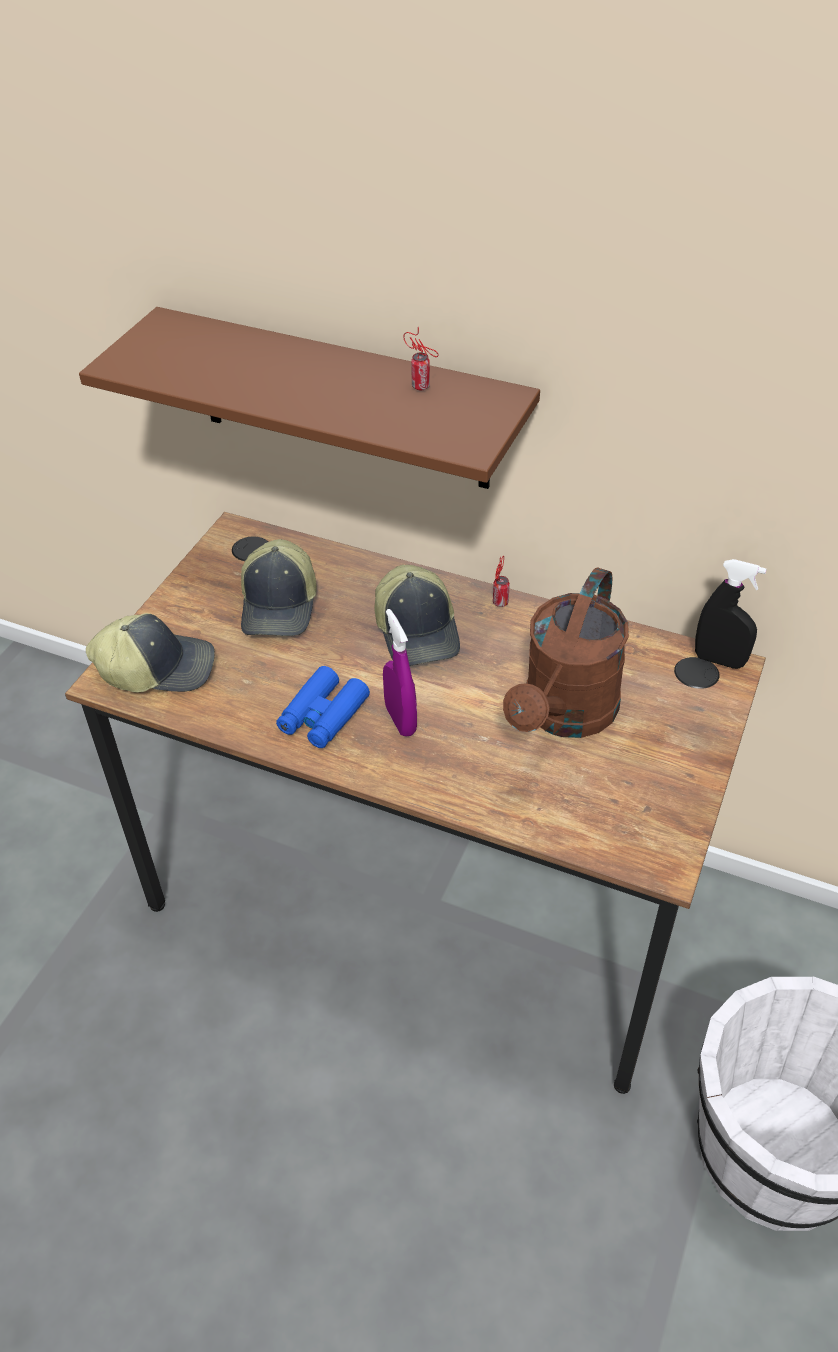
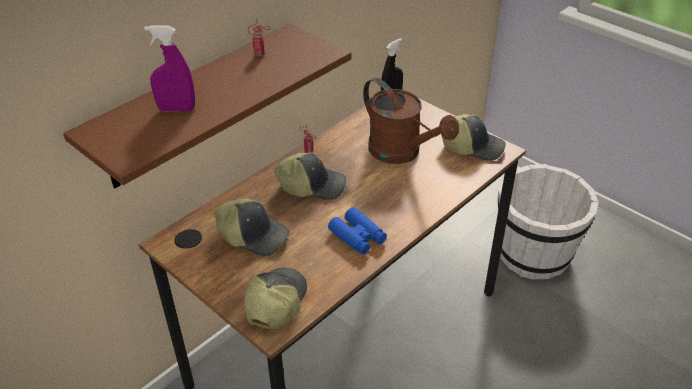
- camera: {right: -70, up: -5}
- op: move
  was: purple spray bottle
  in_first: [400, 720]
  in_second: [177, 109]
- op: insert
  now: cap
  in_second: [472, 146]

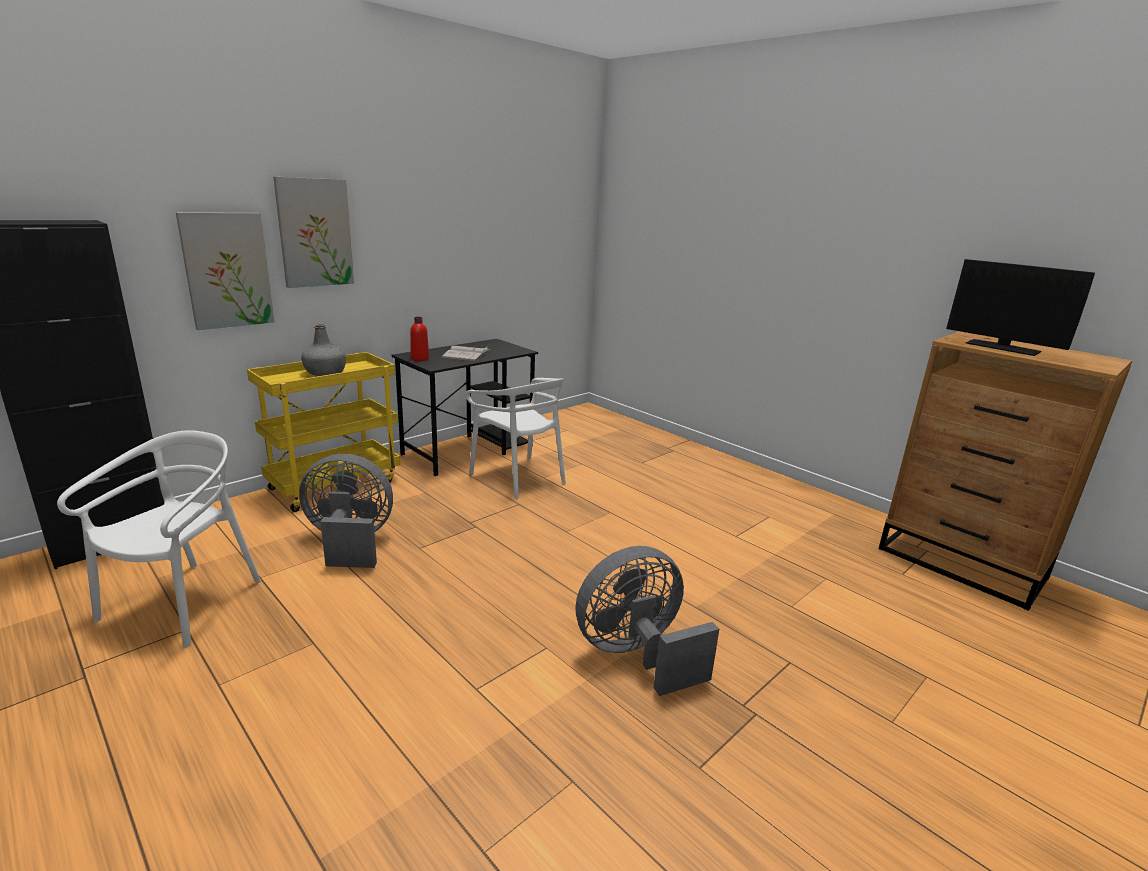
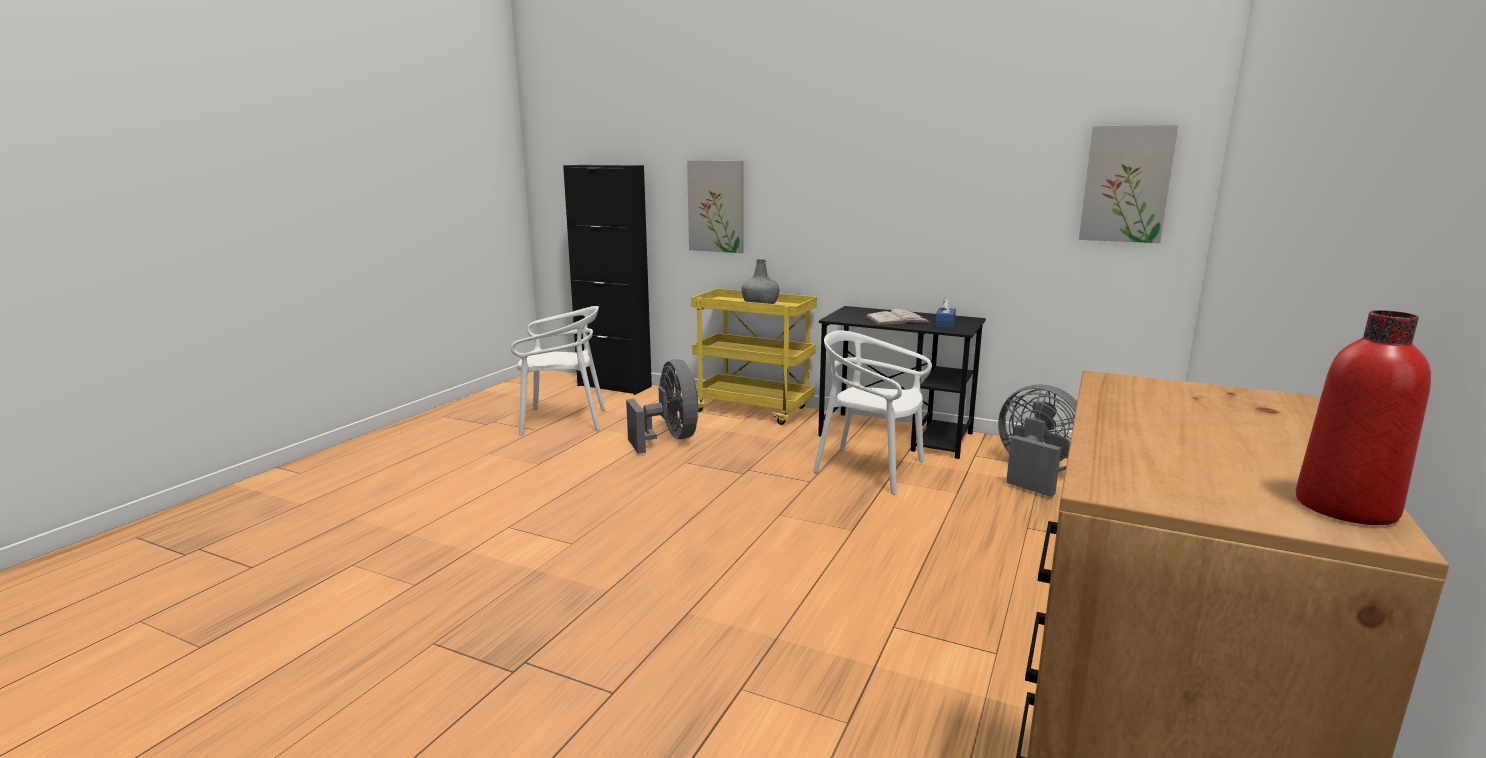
- camera: {right: 70, up: -5}
- op: move
  was: picture
  in_first: [314, 233]
  in_second: [1126, 184]
- op: delete
  was: monitor
  in_first: [1002, 347]
- op: move
  was: red bottle
  in_first: [420, 359]
  in_second: [1345, 507]
- op: rotate
  was: white chair
  in_first: [519, 477]
  in_second: [869, 469]
  clockwise: 90
- op: move
  was: grey fan
  in_first: [637, 655]
  in_second: [1035, 474]
- op: insert
  now: blue tissue box
  in_second: [945, 324]

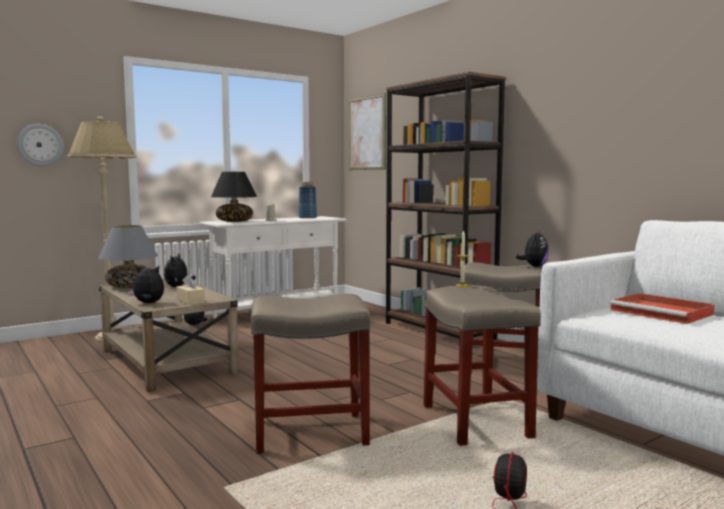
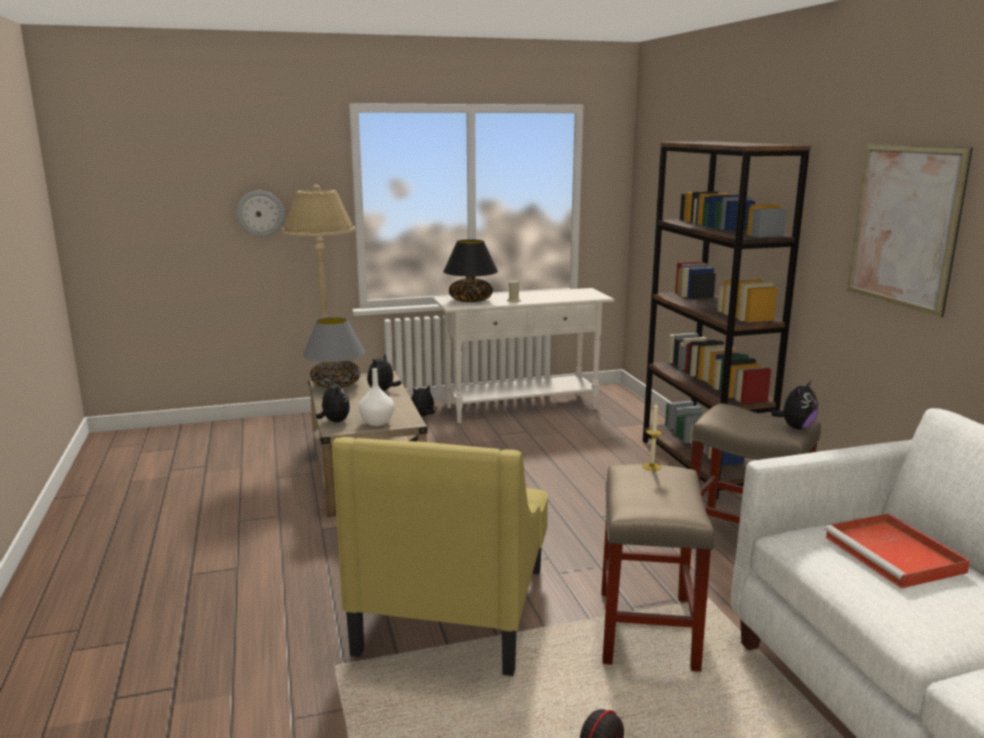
- camera: {right: 20, up: 10}
- op: move
  was: picture
  in_first: [367, 133]
  in_second: [904, 226]
- op: delete
  was: blue vase
  in_first: [307, 217]
- op: rotate
  was: plush toy
  in_first: [148, 303]
  in_second: [334, 421]
  clockwise: 45
- op: replace
  was: beige tissue box
  now: white vase
  in_first: [190, 301]
  in_second: [377, 423]
- op: replace
  was: beige stool
  now: yellow armchair
  in_first: [308, 432]
  in_second: [453, 608]

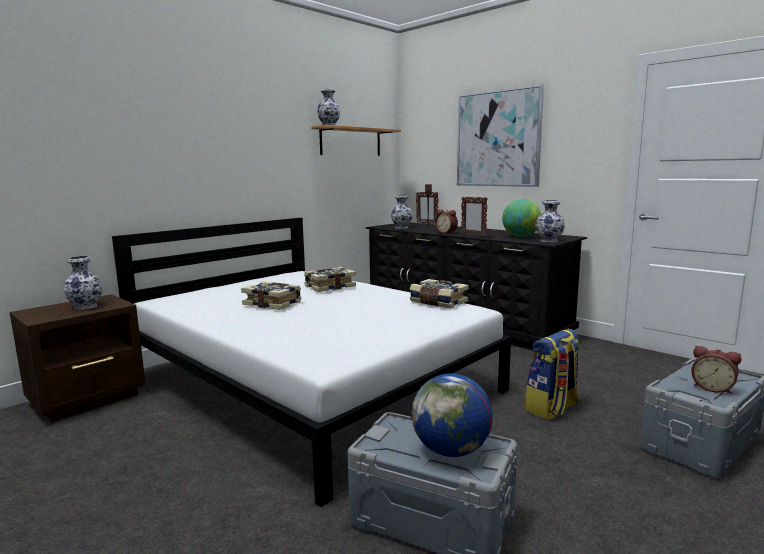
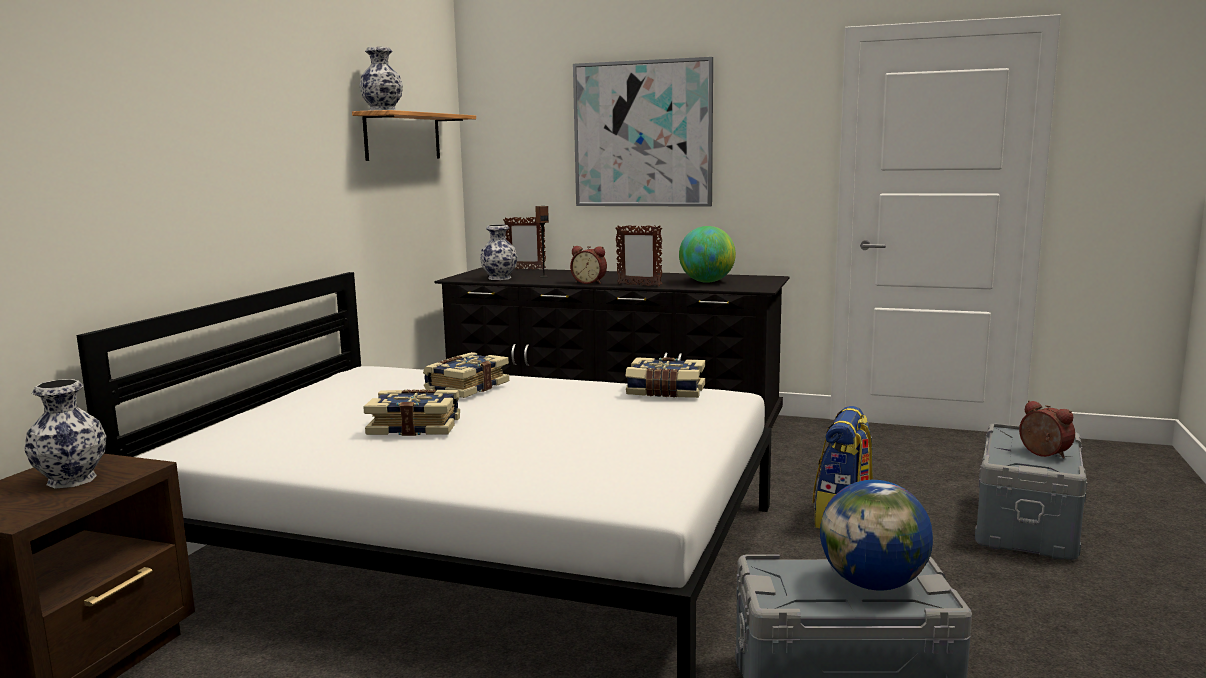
- camera: {right: -25, up: 0}
- op: delete
  was: vase
  in_first: [549, 241]
- op: rotate
  was: alarm clock
  in_first: [712, 388]
  in_second: [1042, 454]
  clockwise: -135

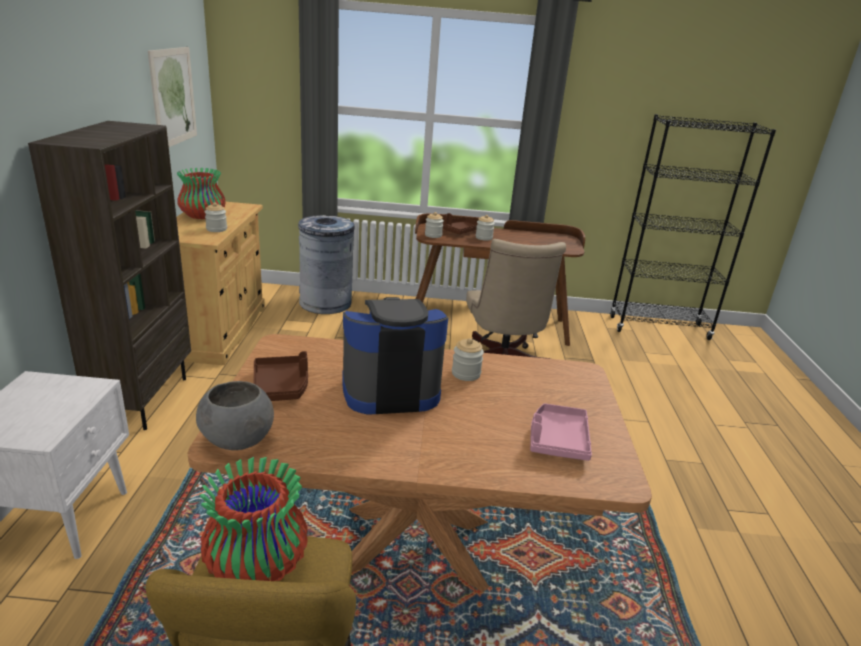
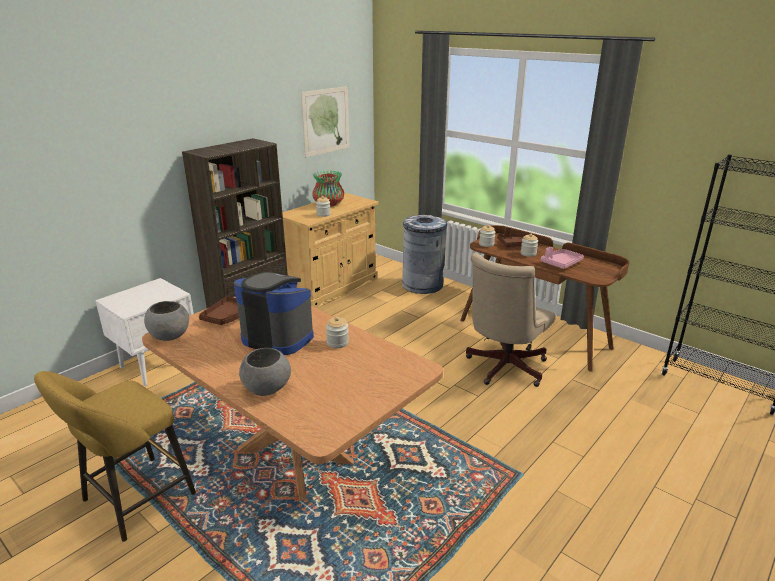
- camera: {right: 40, up: 0}
- op: move
  was: pink tray
  in_first: [557, 440]
  in_second: [561, 263]
- op: delete
  was: vase
  in_first: [258, 564]
- op: insert
  now: grey bowl
  in_second: [267, 389]

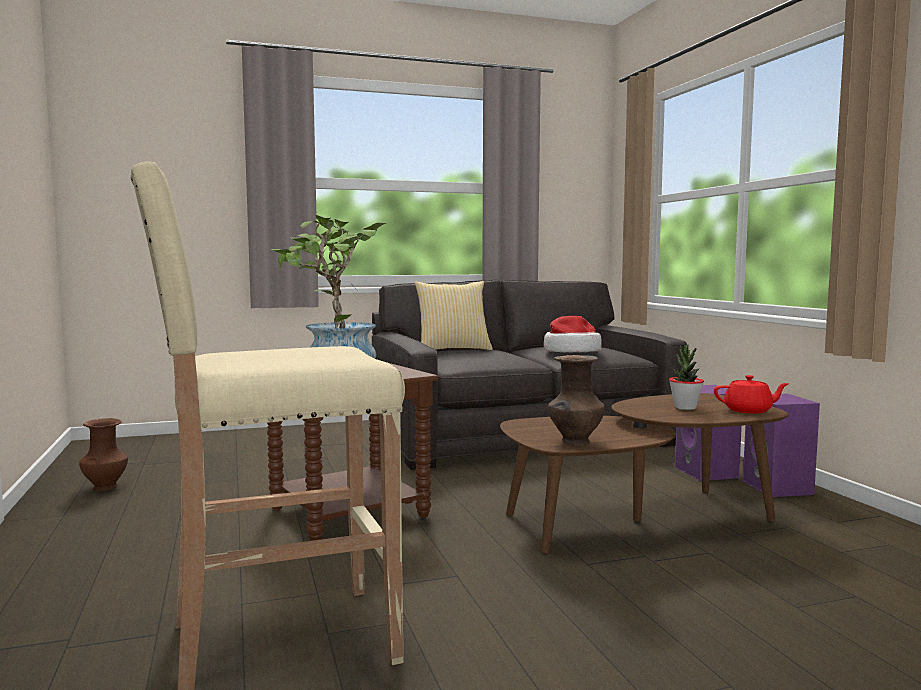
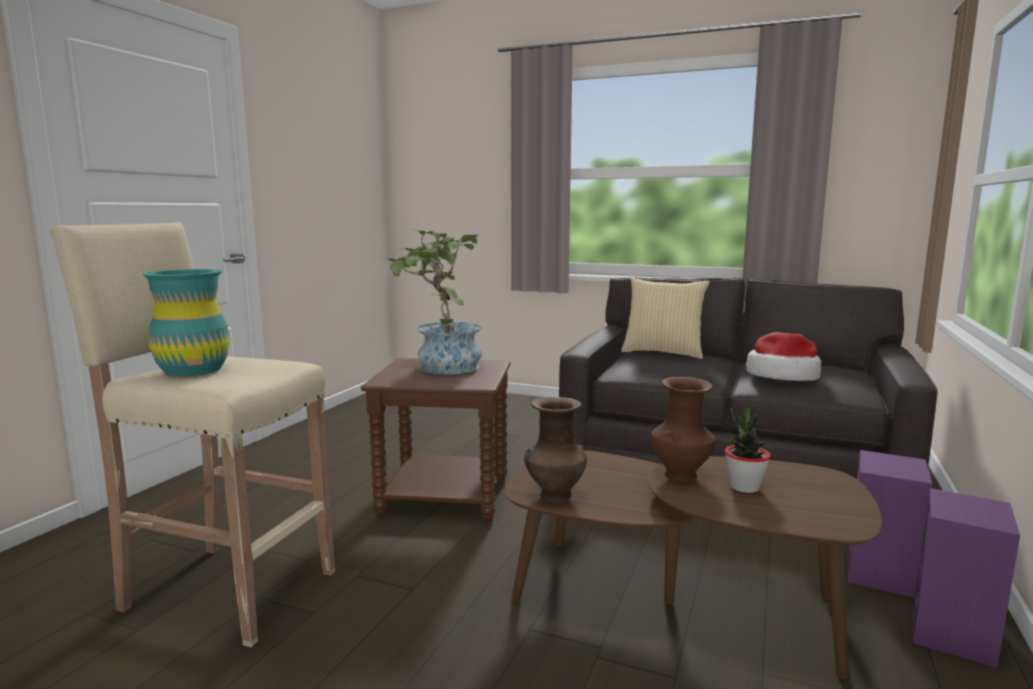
- camera: {right: 40, up: 5}
- op: delete
  was: red teapot
  in_first: [749, 411]
- op: move
  was: brown vase
  in_first: [105, 487]
  in_second: [680, 475]
- op: insert
  now: turquoise vase
  in_second: [193, 370]

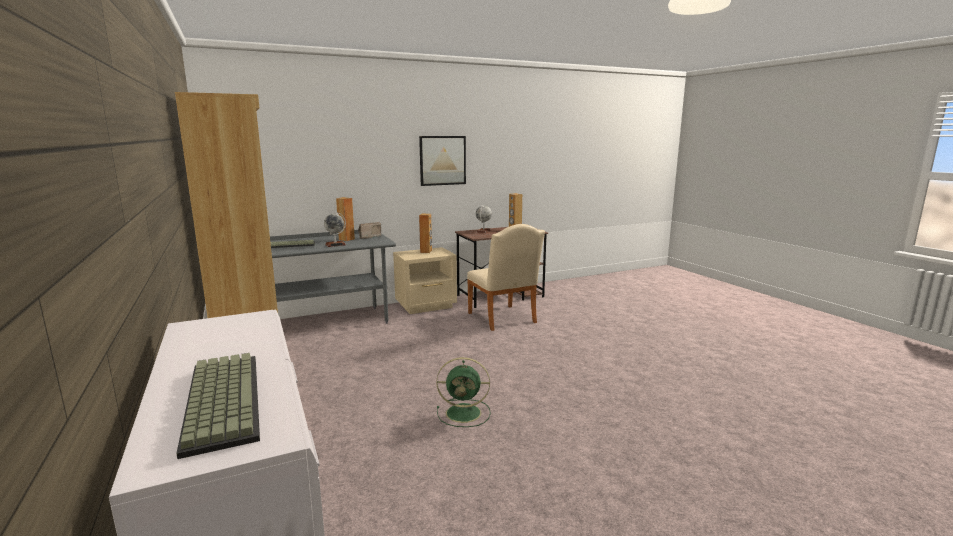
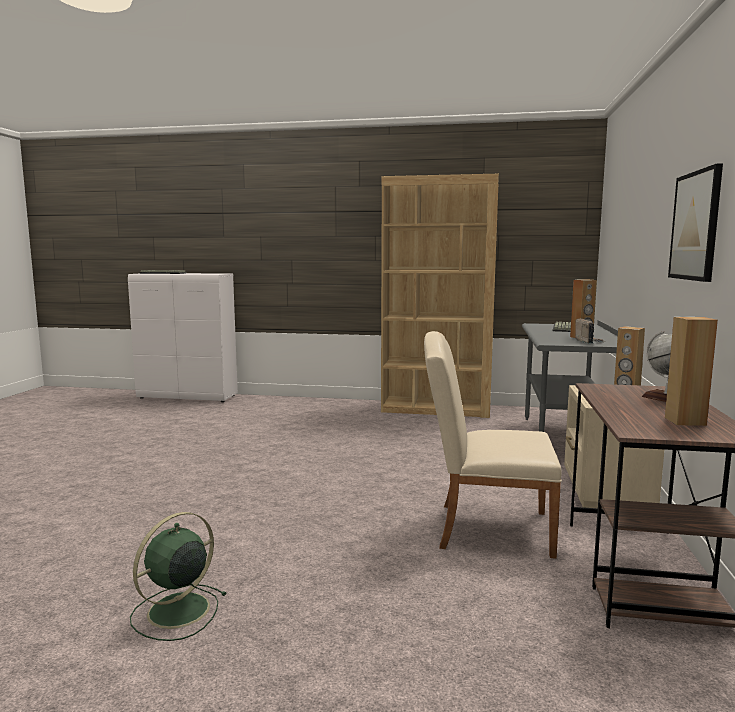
- camera: {right: 125, up: -5}
- op: delete
  was: globe
  in_first: [335, 244]
- op: move
  was: green fan
  in_first: [465, 413]
  in_second: [176, 612]

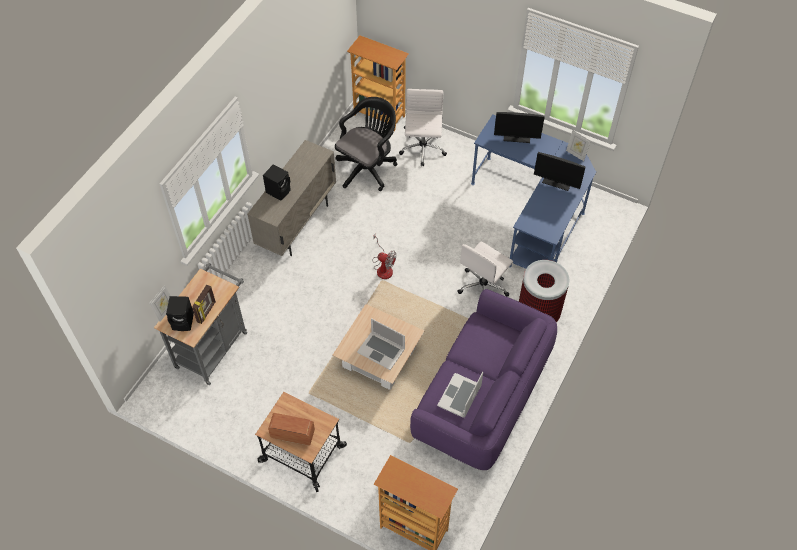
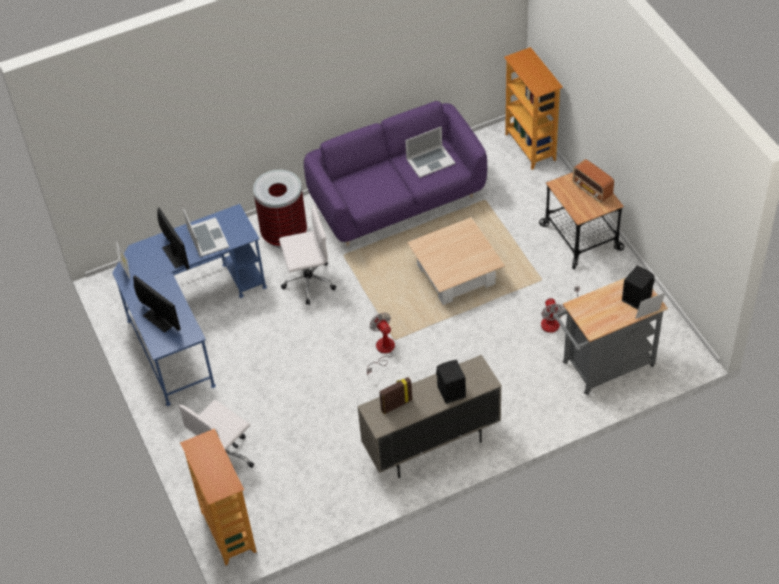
- camera: {right: -140, up: -5}
- op: delete
  was: black office chair
  in_first: [368, 167]
- op: move
  was: picture frame
  in_first: [207, 312]
  in_second: [396, 405]
- op: move
  was: laptop
  in_first: [381, 350]
  in_second: [207, 237]
- op: insert
  now: fan
  in_second: [555, 320]

